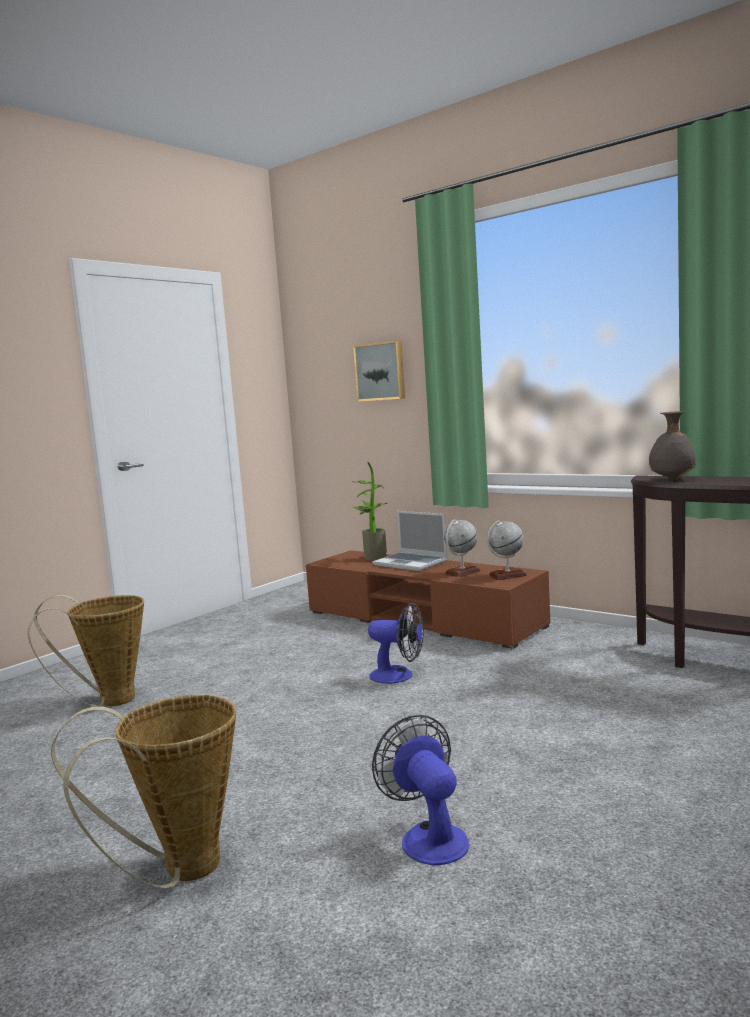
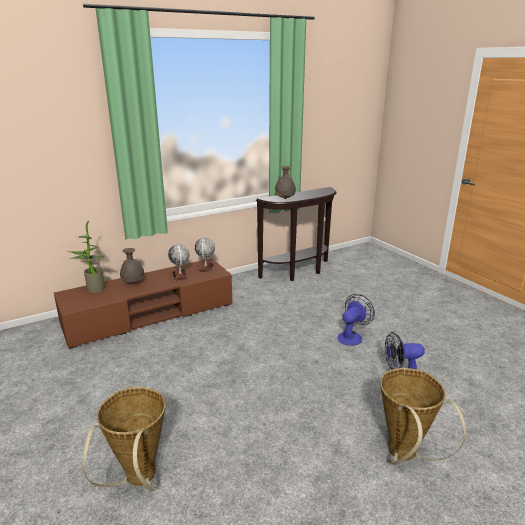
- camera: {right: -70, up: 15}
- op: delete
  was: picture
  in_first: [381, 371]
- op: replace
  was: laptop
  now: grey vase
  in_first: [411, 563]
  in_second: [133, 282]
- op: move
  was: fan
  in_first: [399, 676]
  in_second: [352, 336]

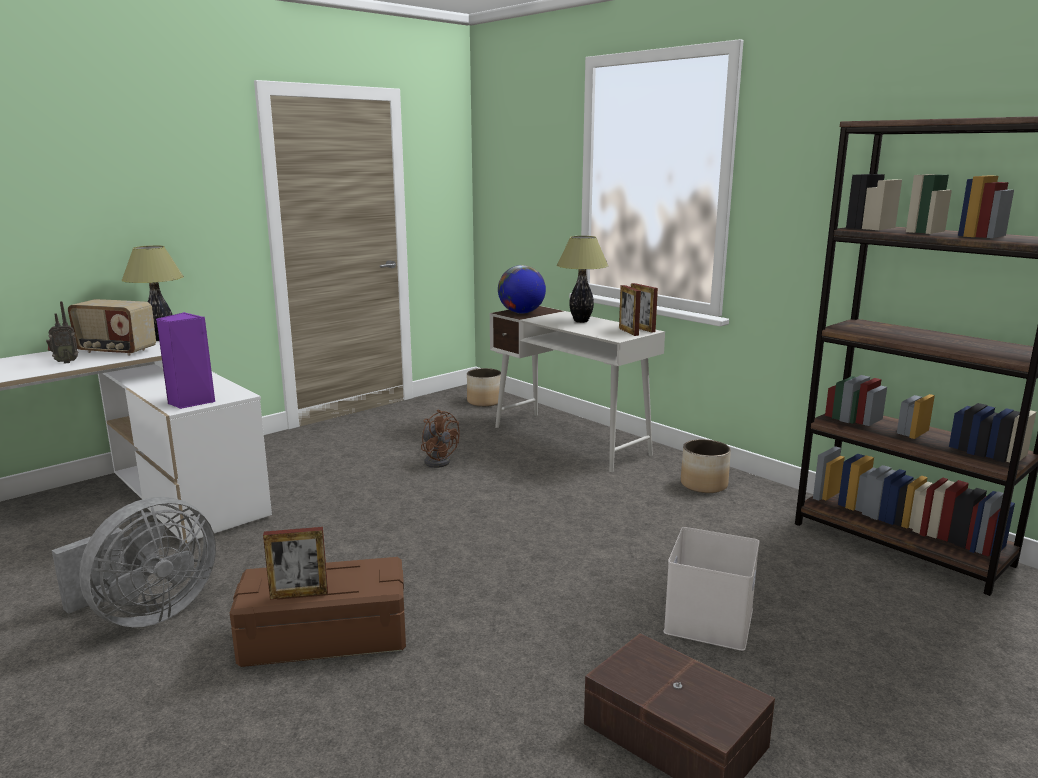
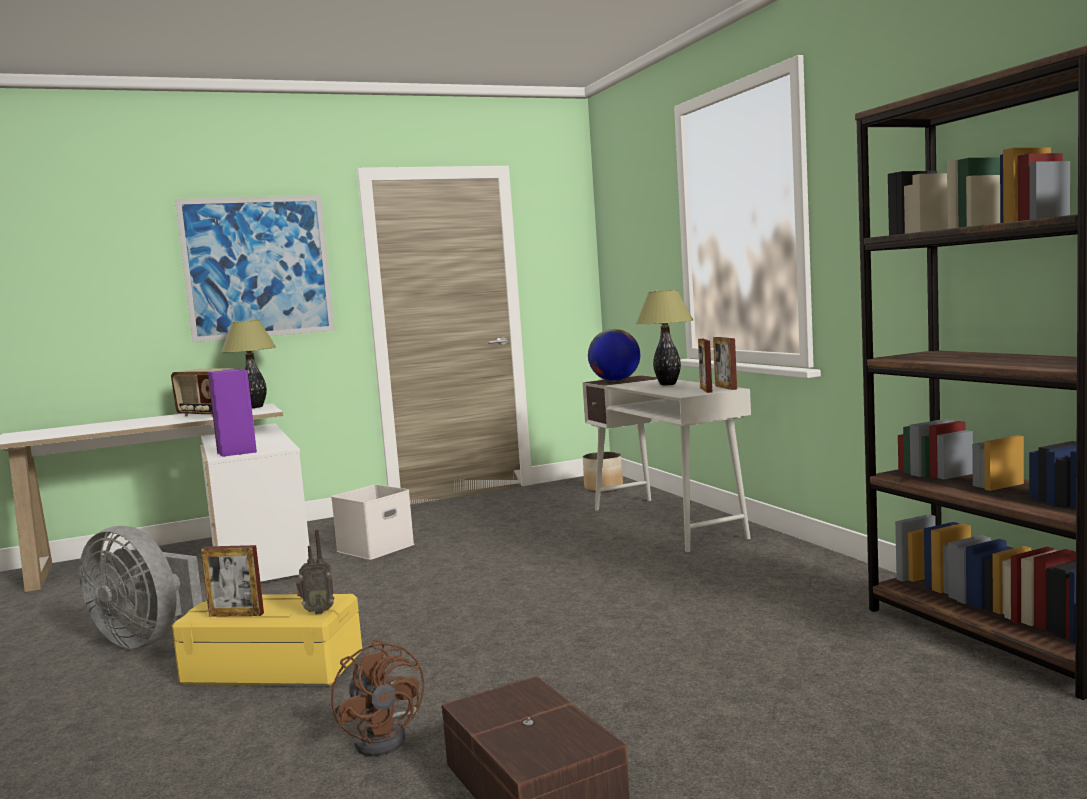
- camera: {right: 20, up: -10}
- op: move
  was: radio
  in_first: [65, 362]
  in_second: [318, 611]
- op: move
  was: brown fan
  in_first: [438, 460]
  in_second: [386, 737]
- op: delete
  was: planter
  in_first: [704, 485]
- op: rotate
  was: grey fan
  in_first: [147, 614]
  in_second: [146, 639]
  clockwise: 60
- op: move
  was: white storage box
  in_first: [710, 621]
  in_second: [375, 548]
- op: recolor
  was: brown storage box
  now: yellow storage box
  in_first: [326, 635]
  in_second: [274, 668]
- op: insert
  now: picture
  in_second: [257, 267]

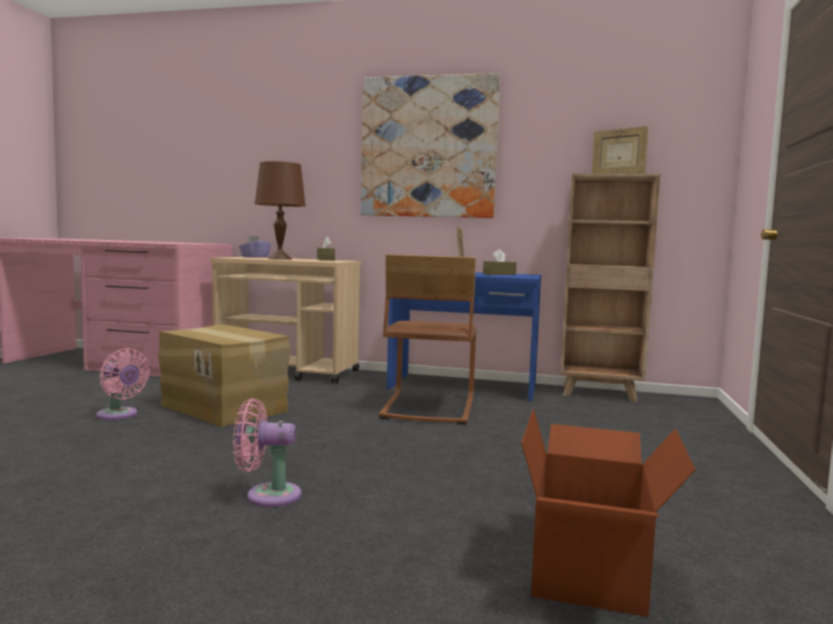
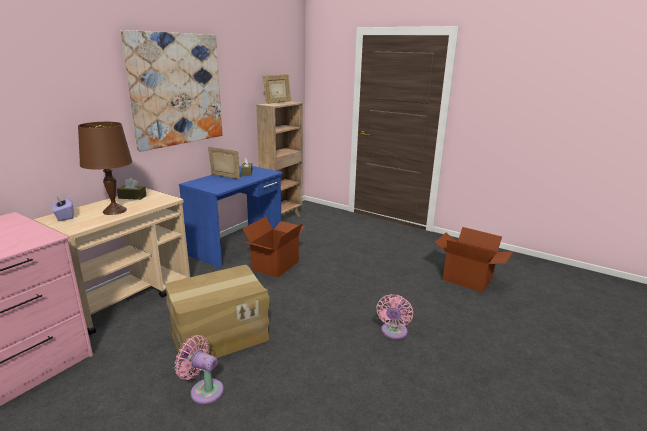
- camera: {right: -70, up: 15}
- op: replace
  was: brown chair
  now: cardboard box
  in_first: [427, 408]
  in_second: [274, 265]
- op: rotate
  was: pink fan
  in_first: [119, 415]
  in_second: [204, 390]
  clockwise: -120

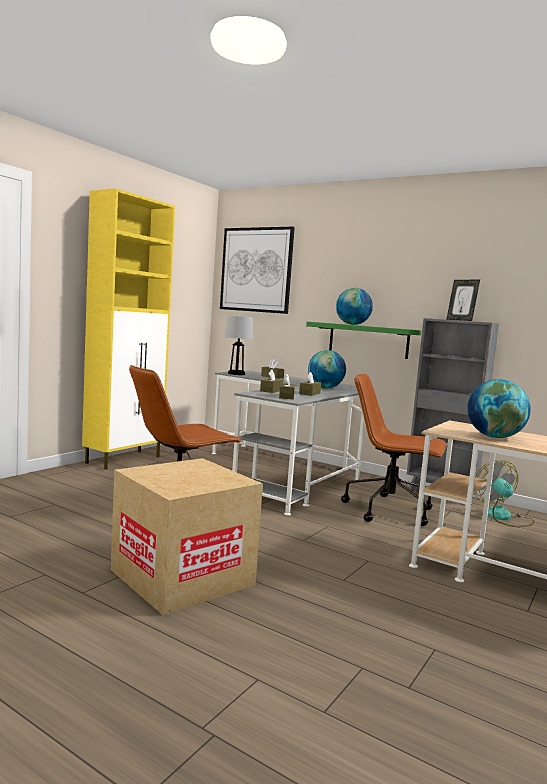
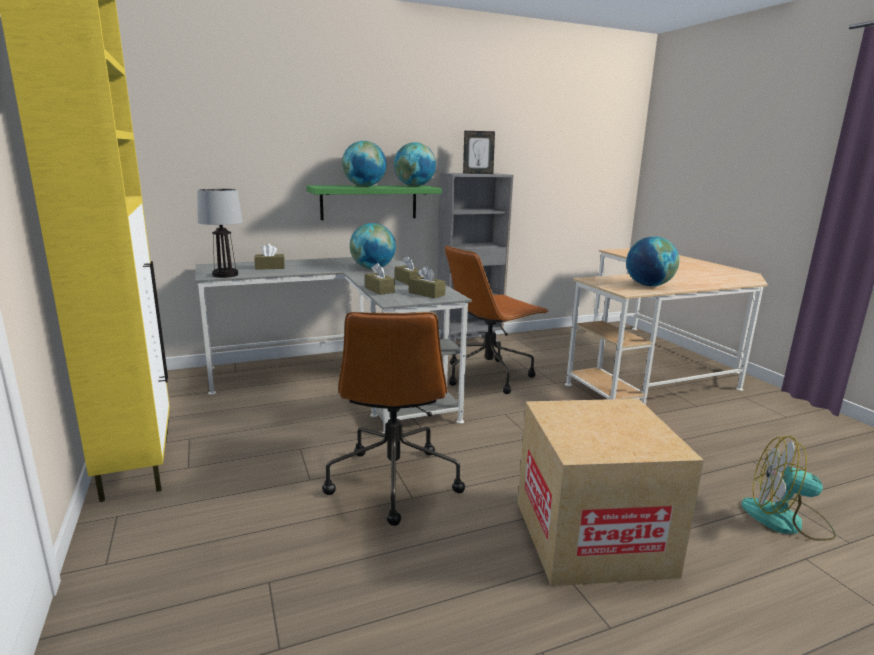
- camera: {right: -55, up: 10}
- op: delete
  was: picture
  in_first: [256, 270]
- op: move
  was: fan
  in_first: [503, 517]
  in_second: [786, 520]
- op: insert
  now: globe
  in_second: [414, 186]

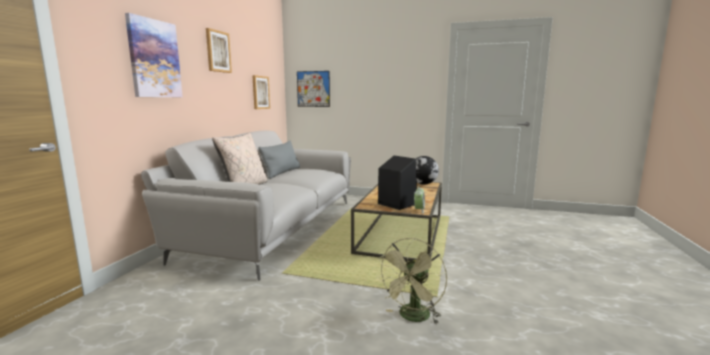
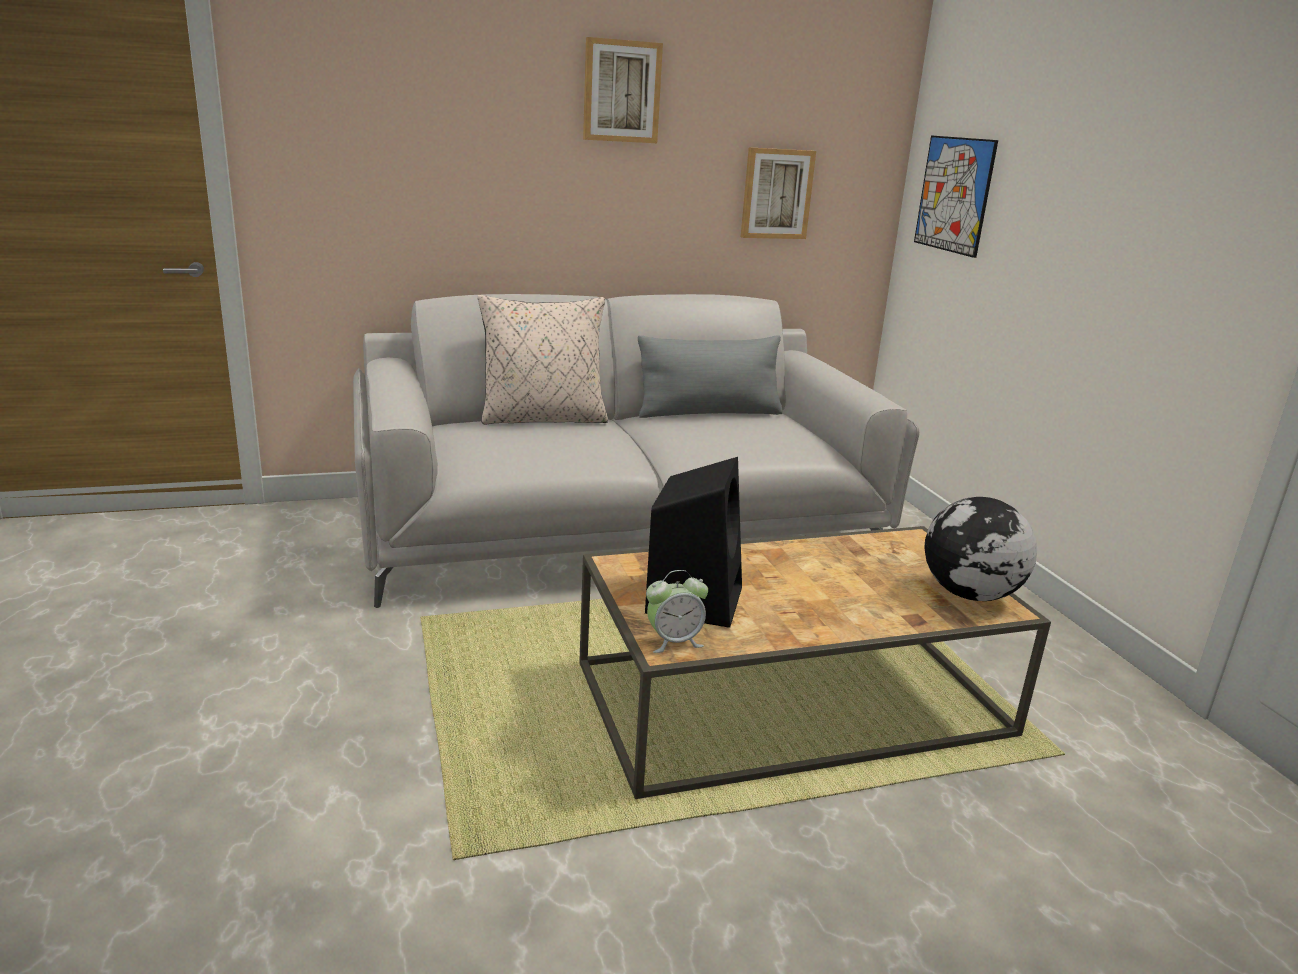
- camera: {right: 55, up: 10}
- op: delete
  was: picture
  in_first: [154, 59]
- op: delete
  was: green fan
  in_first: [412, 317]

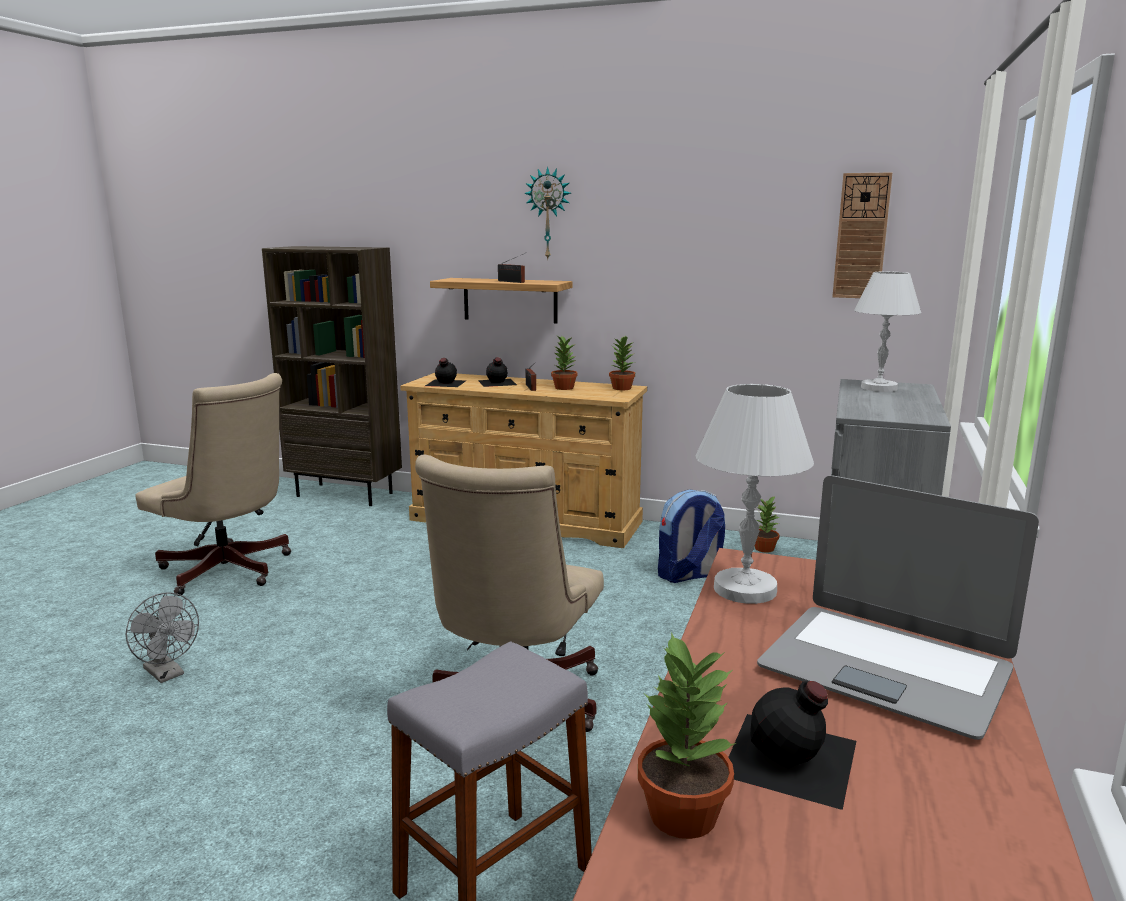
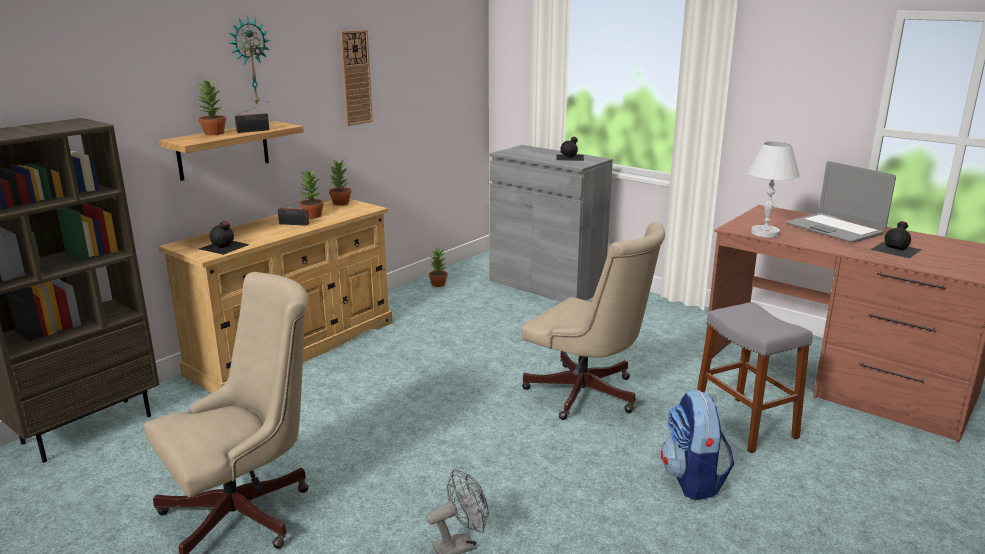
- camera: {right: -70, up: 5}
- op: move
  was: wall clock
  in_first: [861, 236]
  in_second: [355, 78]
- op: delete
  was: white table lamp
  in_first: [878, 388]
- op: move
  was: black bottle
  in_first: [496, 382]
  in_second: [570, 157]
- op: rotate
  was: laptop
  in_first: [885, 668]
  in_second: [834, 229]
  clockwise: 90
- op: move
  was: backpack
  in_first: [689, 575]
  in_second: [693, 480]
- op: move
  was: potted plant
  in_first: [681, 814]
  in_second: [213, 133]

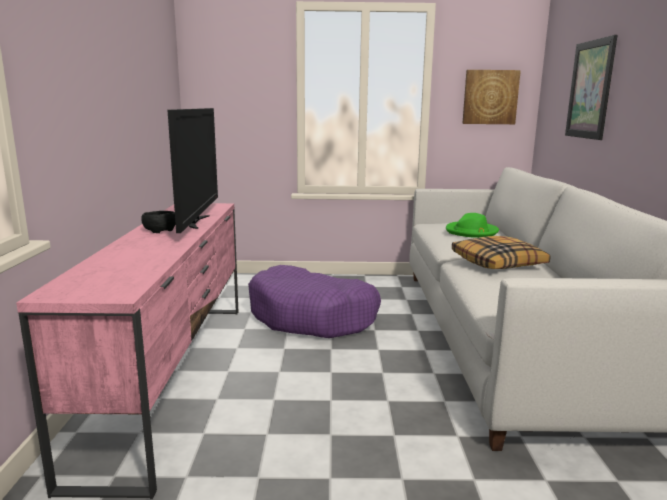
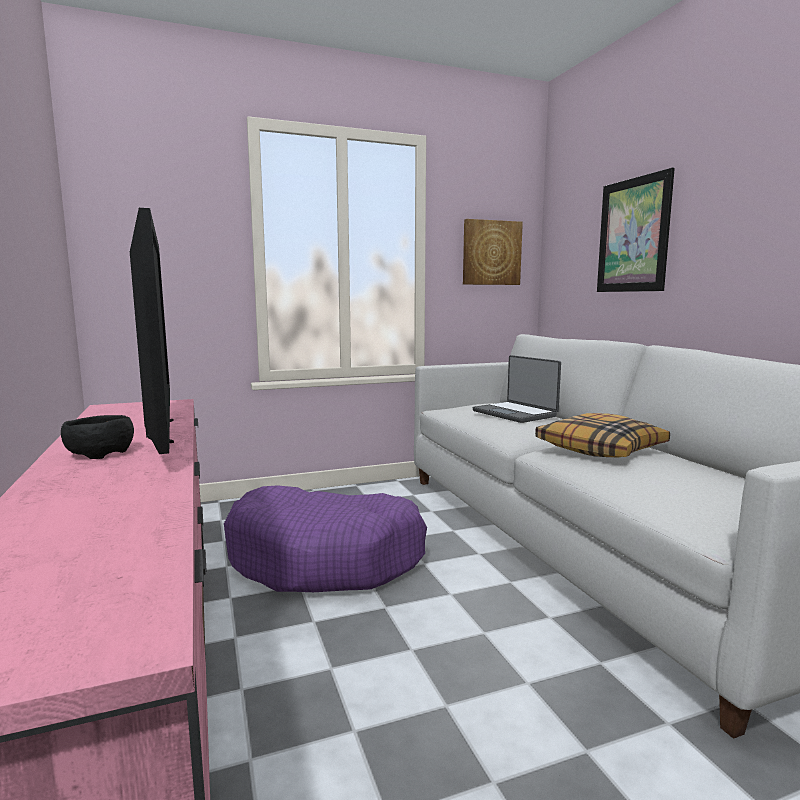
- camera: {right: -20, up: -5}
- op: replace
  was: green hat
  now: laptop
  in_first: [471, 232]
  in_second: [515, 413]

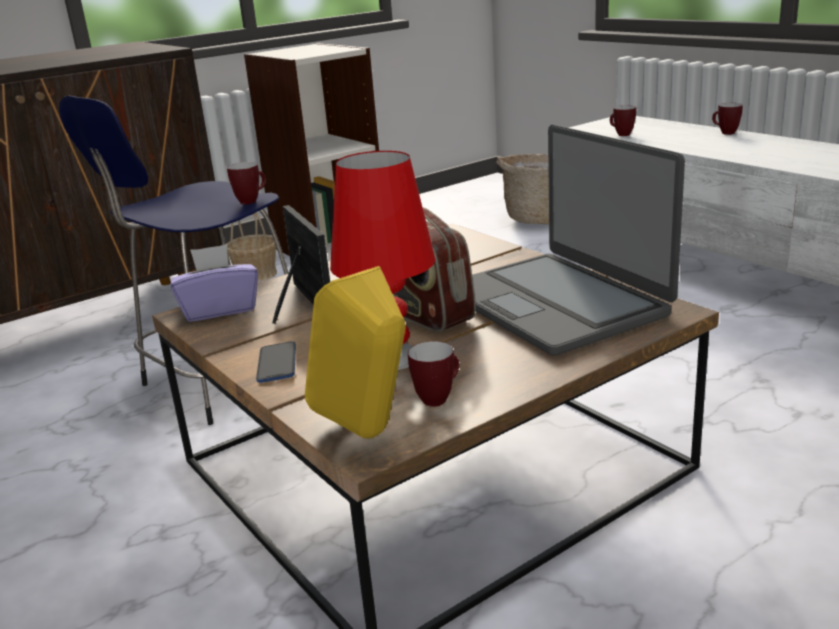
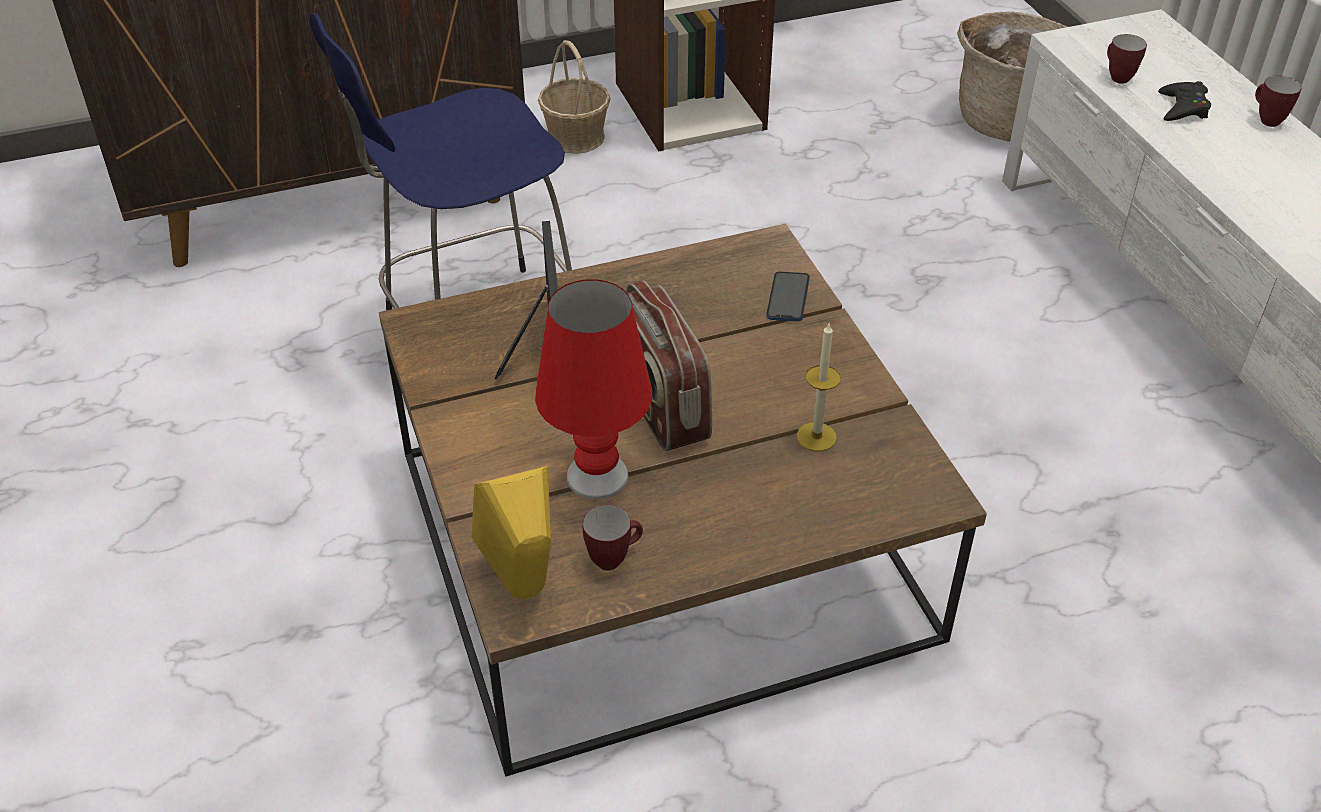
- camera: {right: 15, up: 20}
- op: replace
  was: laptop
  now: candle
  in_first: [555, 303]
  in_second: [816, 437]
- op: delete
  was: mug
  in_first: [251, 201]
- op: delete
  was: purple tissue box
  in_first: [219, 309]
- op: move
  was: phone
  in_first: [277, 364]
  in_second: [788, 298]
- op: insert
  now: black game controller
  in_second: [1182, 108]

